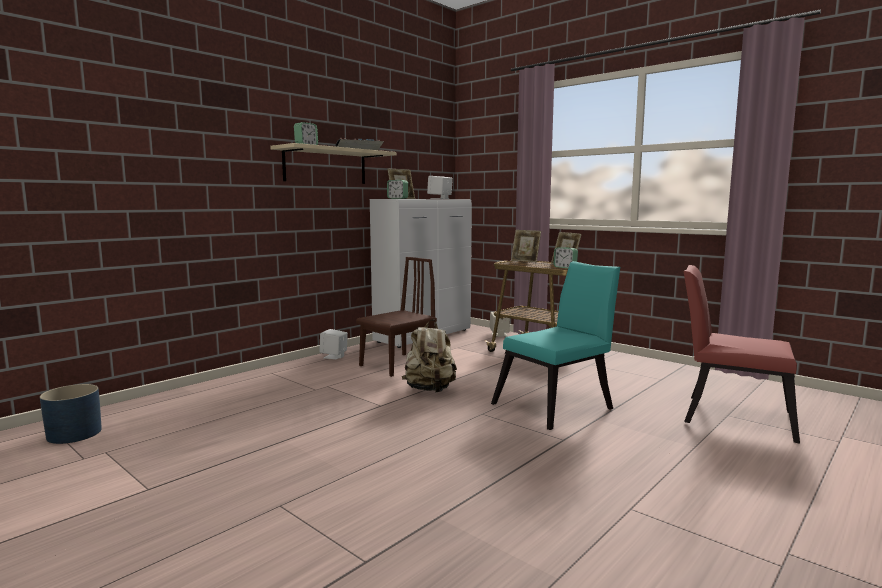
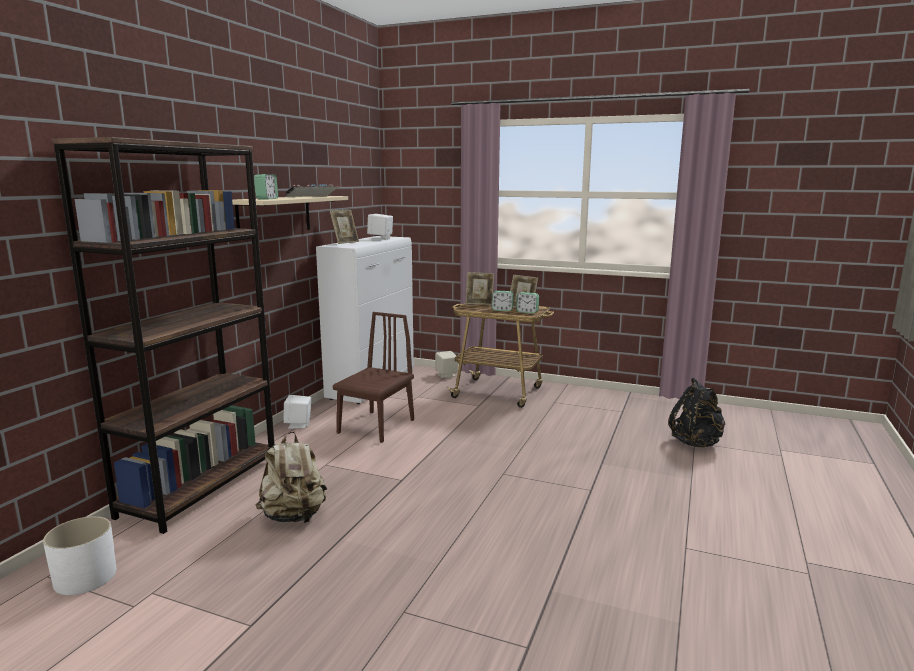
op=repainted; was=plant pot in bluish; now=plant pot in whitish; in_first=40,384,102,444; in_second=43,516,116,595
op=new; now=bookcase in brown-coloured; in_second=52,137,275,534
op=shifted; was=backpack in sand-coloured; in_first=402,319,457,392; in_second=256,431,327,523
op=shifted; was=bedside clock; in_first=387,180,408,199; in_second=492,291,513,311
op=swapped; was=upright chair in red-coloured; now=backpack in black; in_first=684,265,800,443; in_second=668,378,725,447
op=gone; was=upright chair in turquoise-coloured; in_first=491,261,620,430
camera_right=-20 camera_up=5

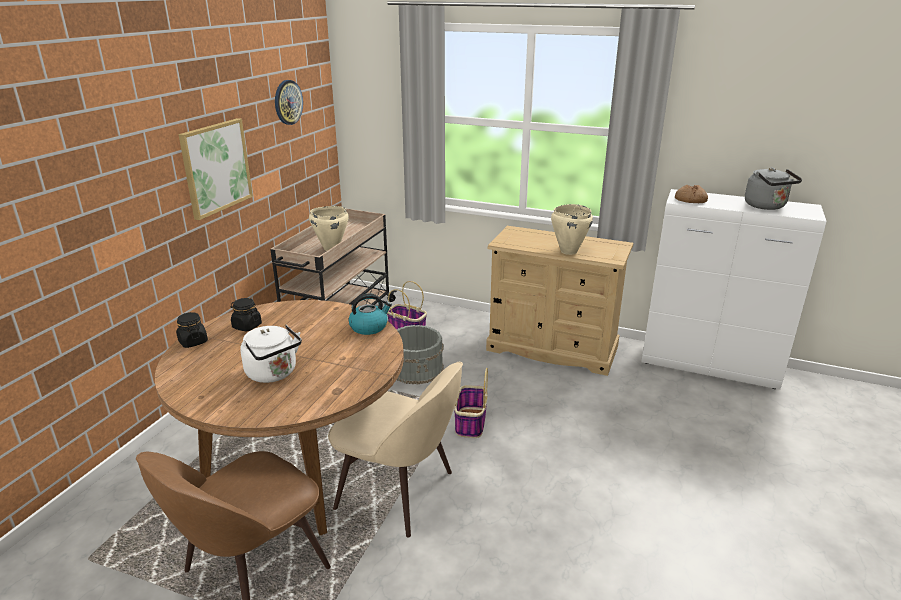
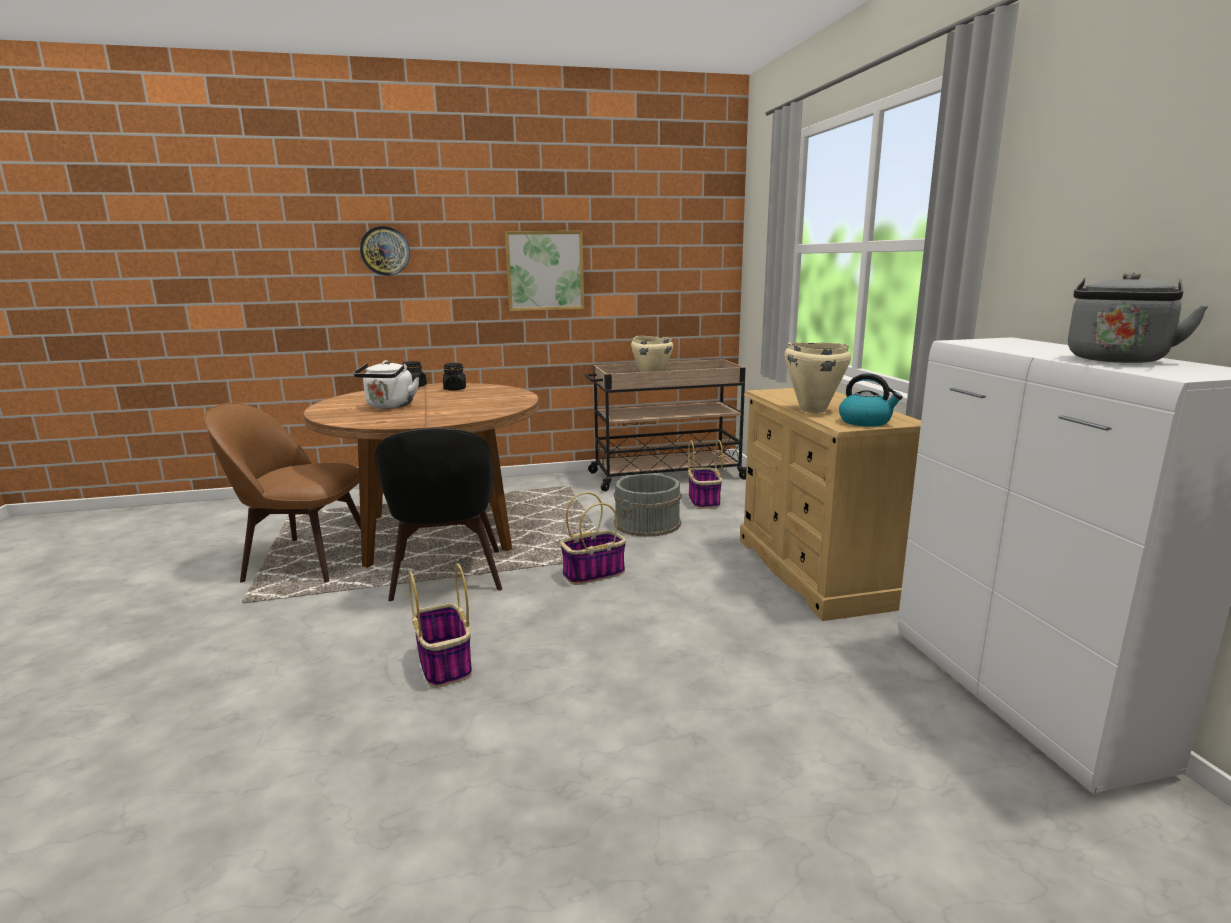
op=shifted; was=wall clock; in_first=275,80,303,125; in_second=360,226,410,276
op=repainted; was=upright chair in sand-coloured; now=upright chair in black; in_first=328,362,463,538; in_second=375,428,502,601
op=new; now=storage basket; in_second=408,563,472,688
op=shifted; was=water kettle; in_first=349,293,392,335; in_second=839,374,903,427
op=gone; was=bakery bread; in_first=675,185,708,203
camera_right=55 camera_up=-10

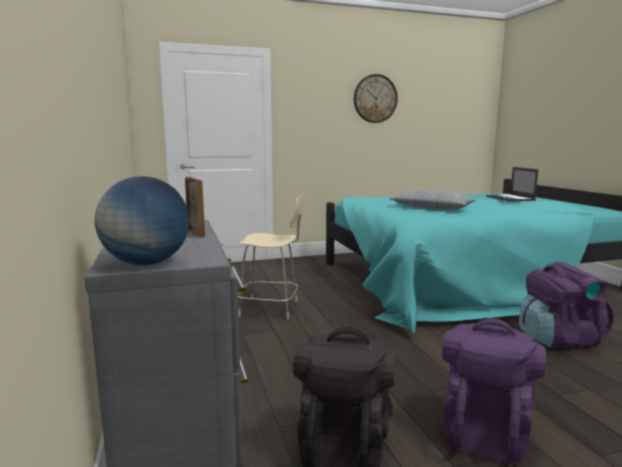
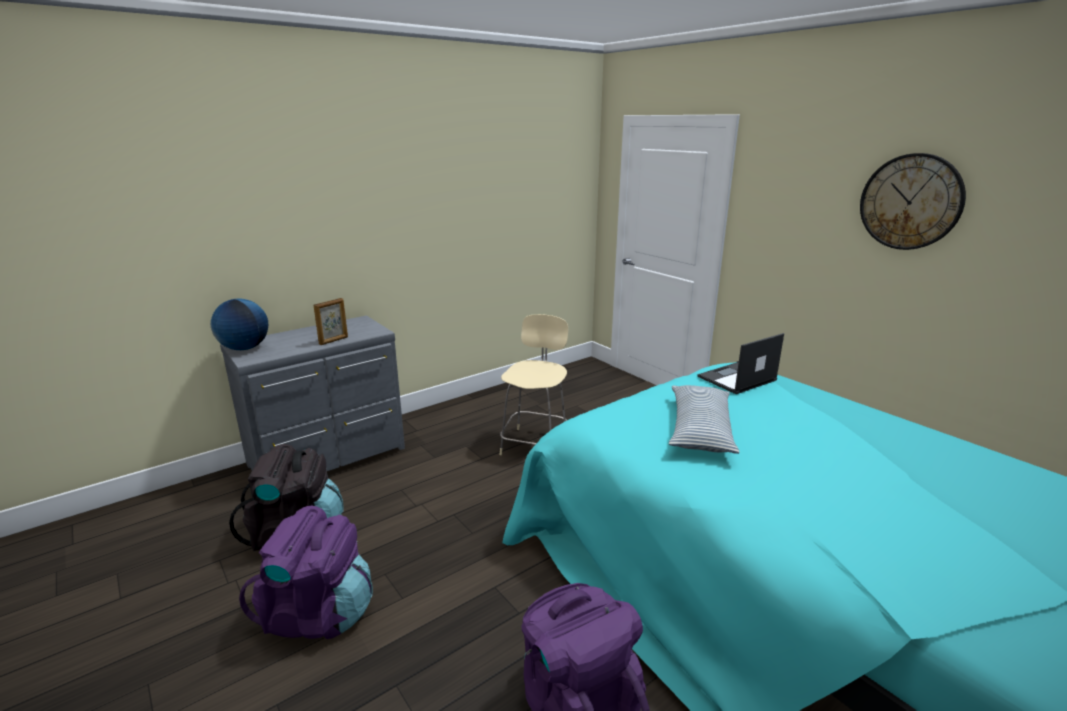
op=rotated; was=upright chair in sand-coloured; in_first=238,194,304,320; in_second=500,314,568,455; clockwise=-150
op=shifted; was=laptop; in_first=486,167,538,202; in_second=698,333,784,394
camera_right=70 camera_up=10

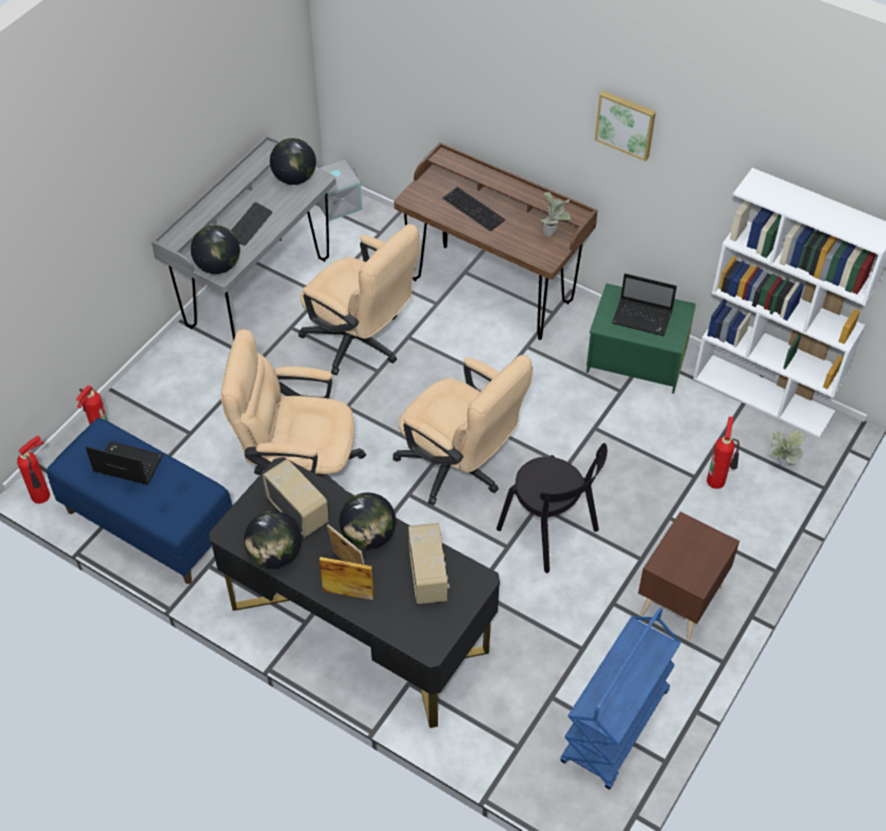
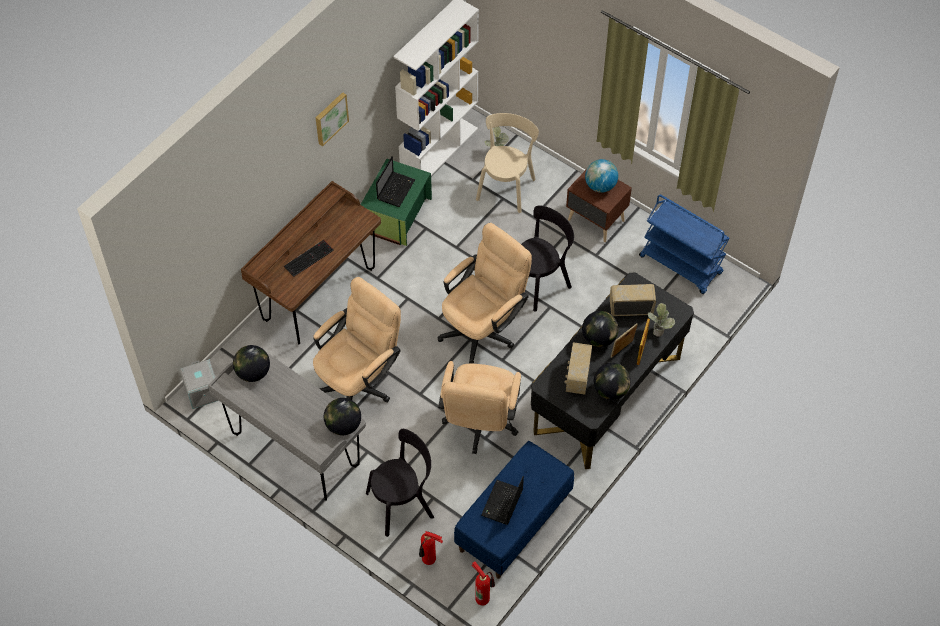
op=new; now=upright chair in black; in_second=366,429,434,537
op=swapped; was=fire extinguisher; now=upright chair in sand-coloured; in_first=707,416,739,489; in_second=476,113,539,213
op=rotated; was=radio set; in_first=262,459,329,537; in_second=565,342,592,395; clockwise=-45
op=new; now=globe; in_second=585,159,618,193
op=shifted; was=plant in a pot; in_first=541,192,571,236; in_second=648,303,676,337
op=gone; was=PC keyboard; in_first=231,202,273,246
camera_right=-85 camera_up=5

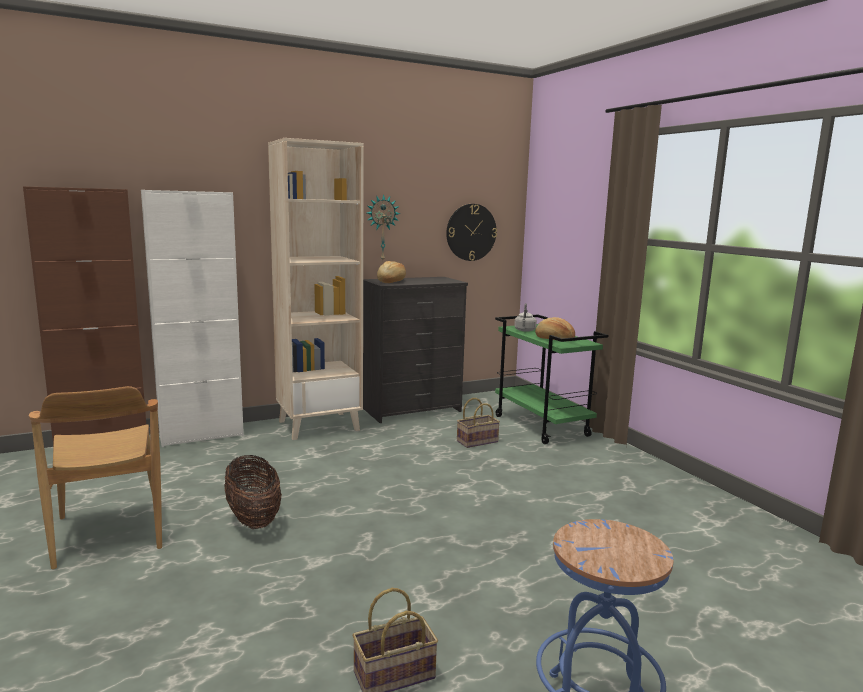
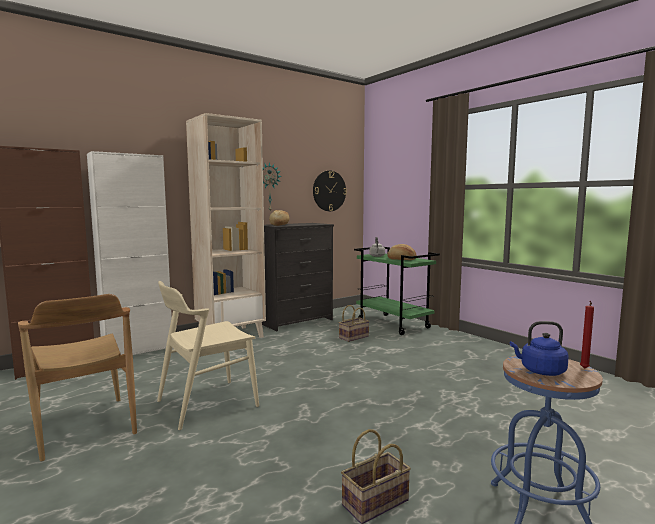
op=swapped; was=storage basket; now=upright chair in sand-coloured; in_first=224,455,282,529; in_second=157,281,259,430
op=new; now=water kettle in bluish; in_second=510,321,569,376
op=new; now=candle in red-coloured; in_second=580,301,594,369
camera_right=-10 camera_up=-5

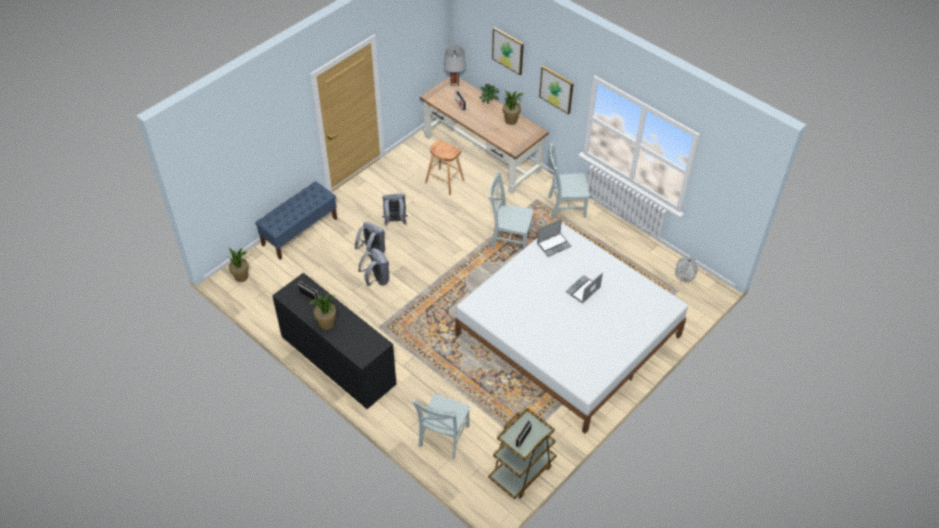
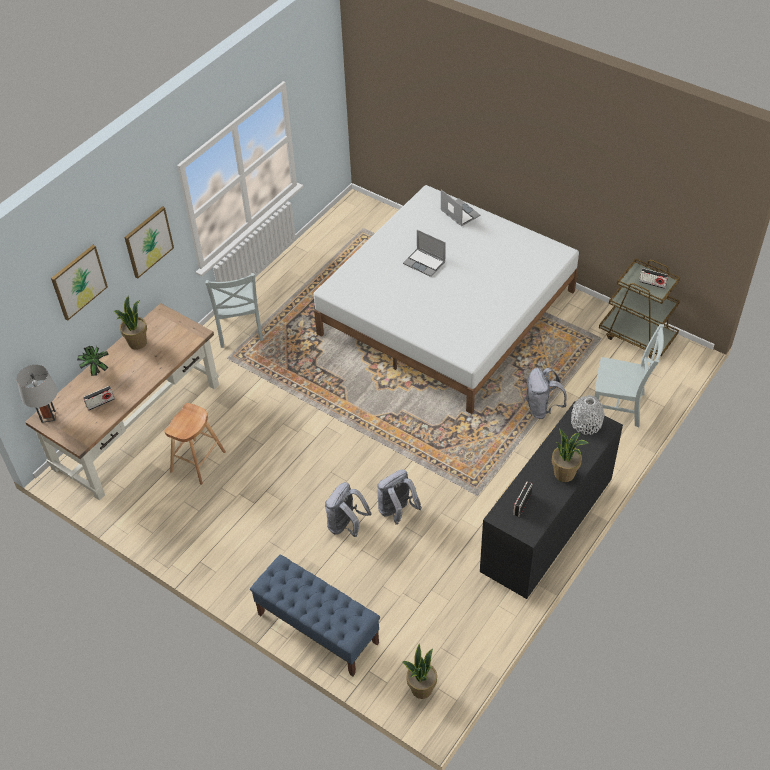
op=shifted; was=laptop; in_first=537,219,571,257; in_second=440,190,480,226
op=shifted; was=backpack in grey; in_first=382,193,408,226; in_second=526,368,567,419
op=shifted; was=vase in grey; in_first=675,256,698,283; in_second=571,395,604,435
op=gone; was=upright chair in grey; in_first=489,171,534,249
camera_right=-95 camera_up=0

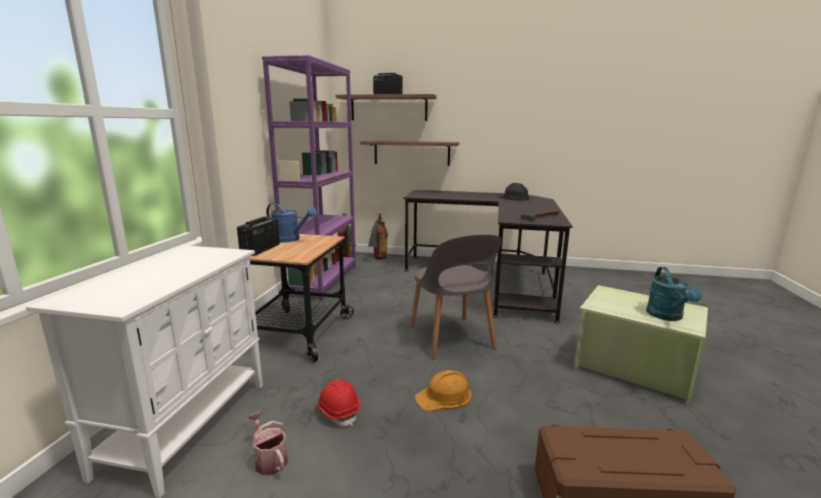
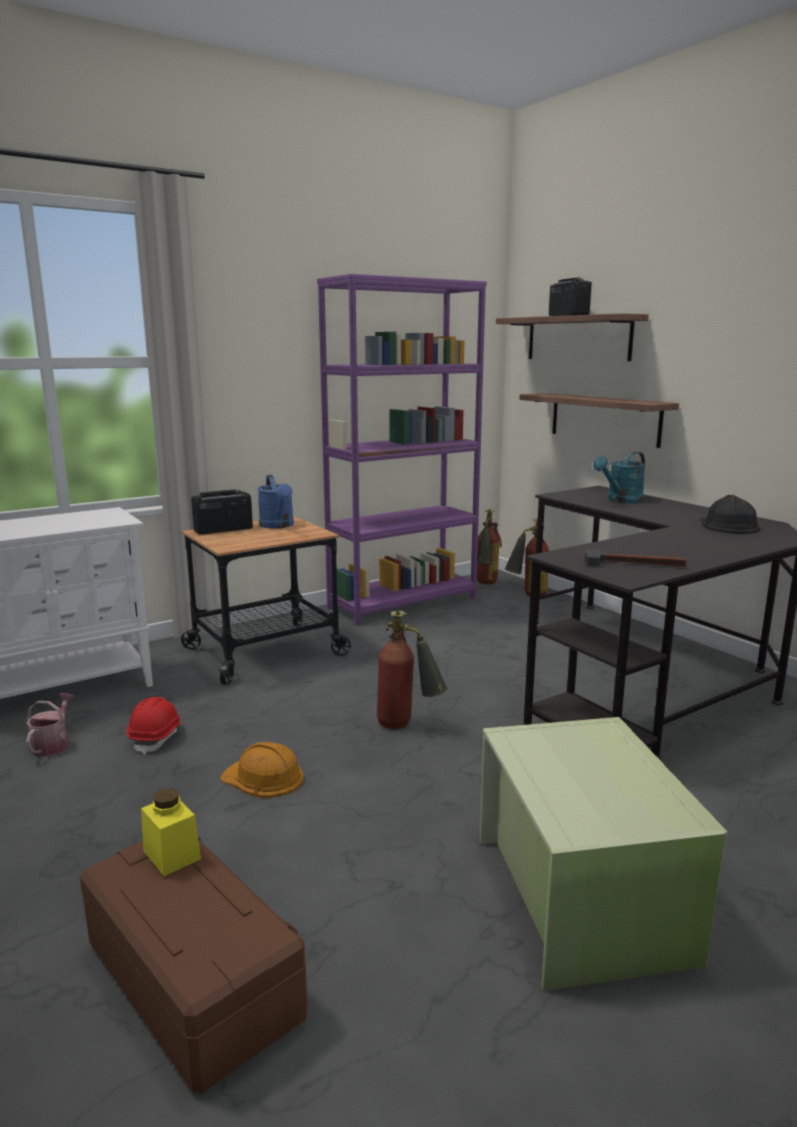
op=new; now=preserve jar in yellowish; in_second=141,788,201,876
op=swapped; was=upright chair in grey; now=fire extinguisher; in_first=410,234,502,359; in_second=377,611,447,729
op=shifted; was=watering pot in turquoise-coloured; in_first=646,267,702,321; in_second=593,452,646,503
camera_right=45 camera_up=0

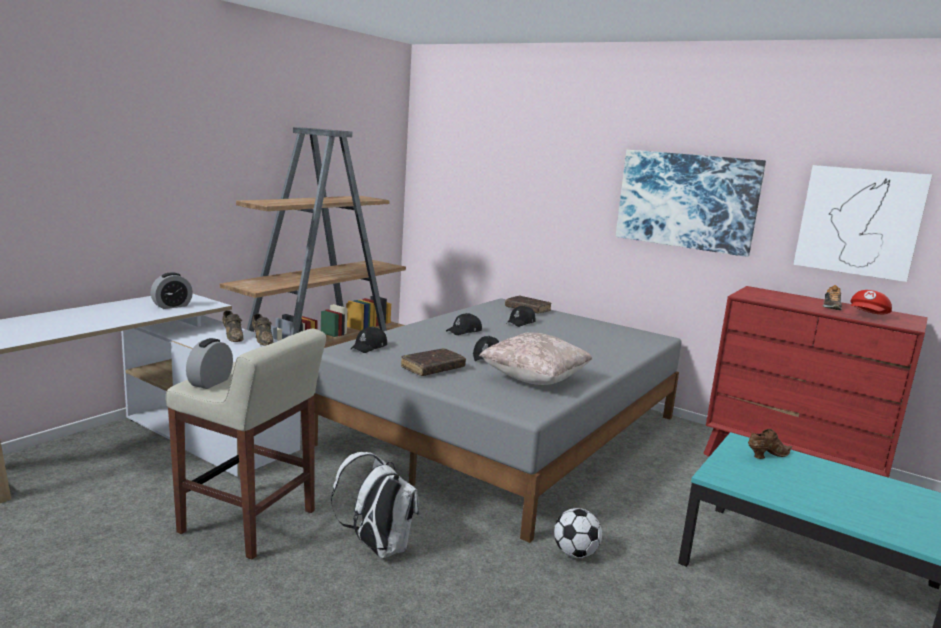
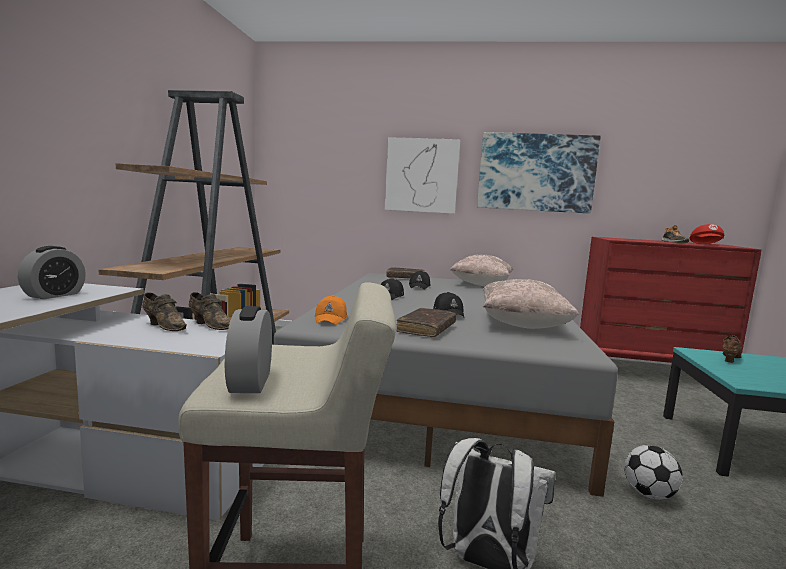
op=repainted; was=baseball cap in black; now=baseball cap in orange-coloured; in_first=350,327,387,353; in_second=315,295,347,325
op=shifted; was=wall picture; in_first=793,165,933,282; in_second=385,137,461,214
op=new; now=pillow in sand-coloured; in_second=450,255,513,286
camera_right=-25 camera_up=-5

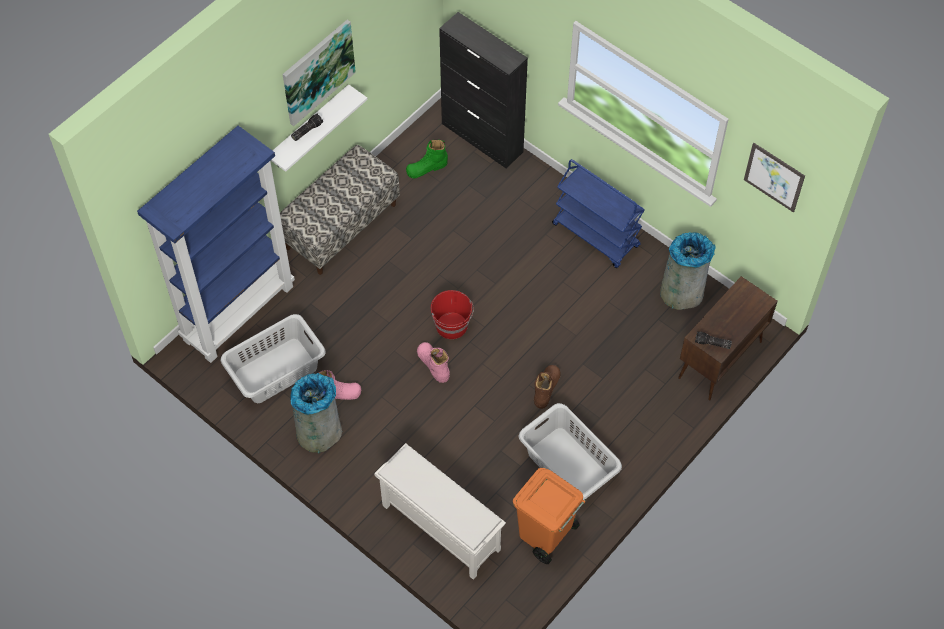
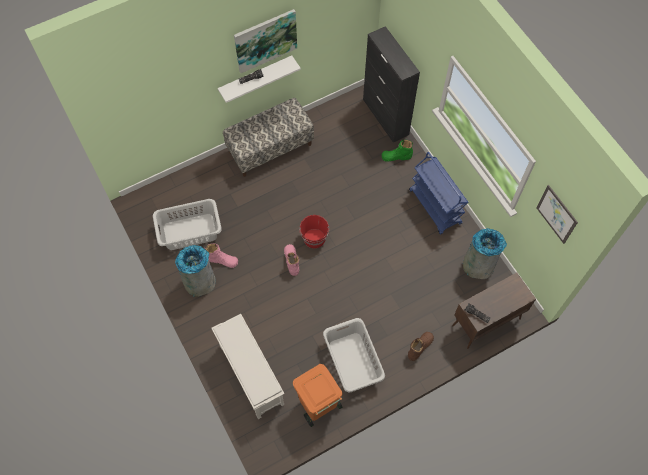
op=shifted; was=high-top boot in greenish; in_first=406,140,448,178; in_second=382,139,413,162
op=shifted; was=high-top boot in brown-coloured; in_first=534,365,561,409; in_second=408,332,434,361
op=gone; was=bookcase in bluish; in_first=137,126,295,363
camera_right=20 camera_up=5

